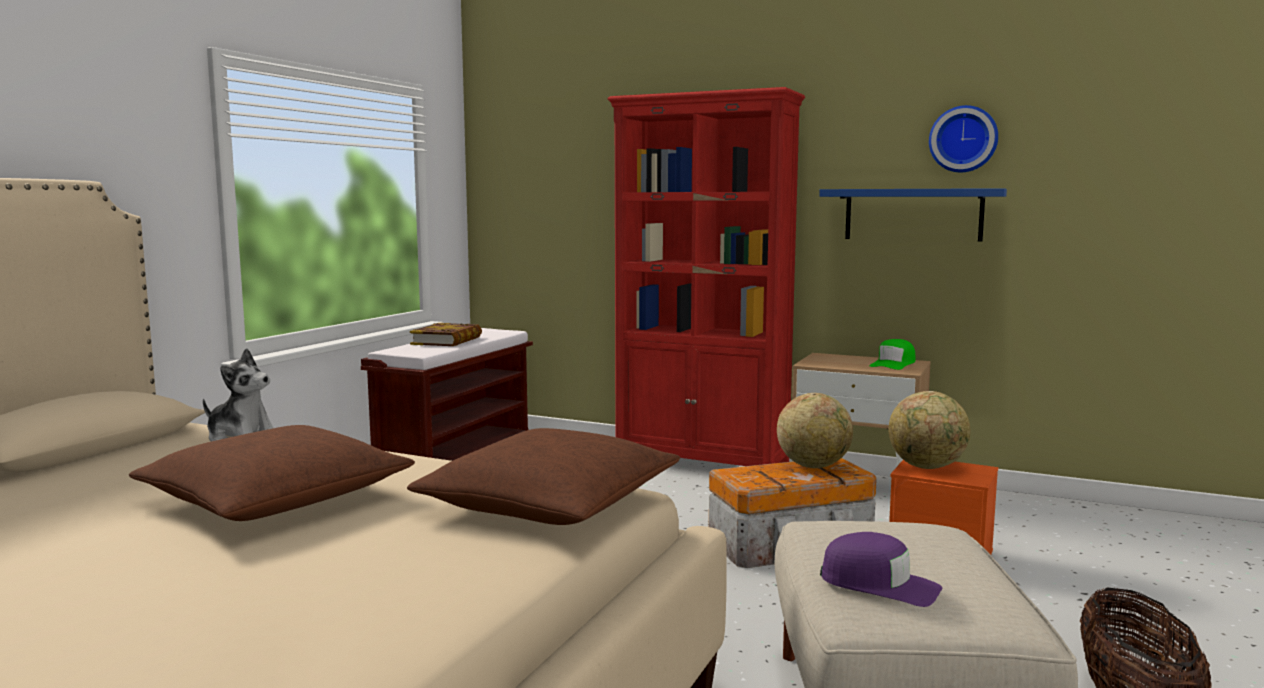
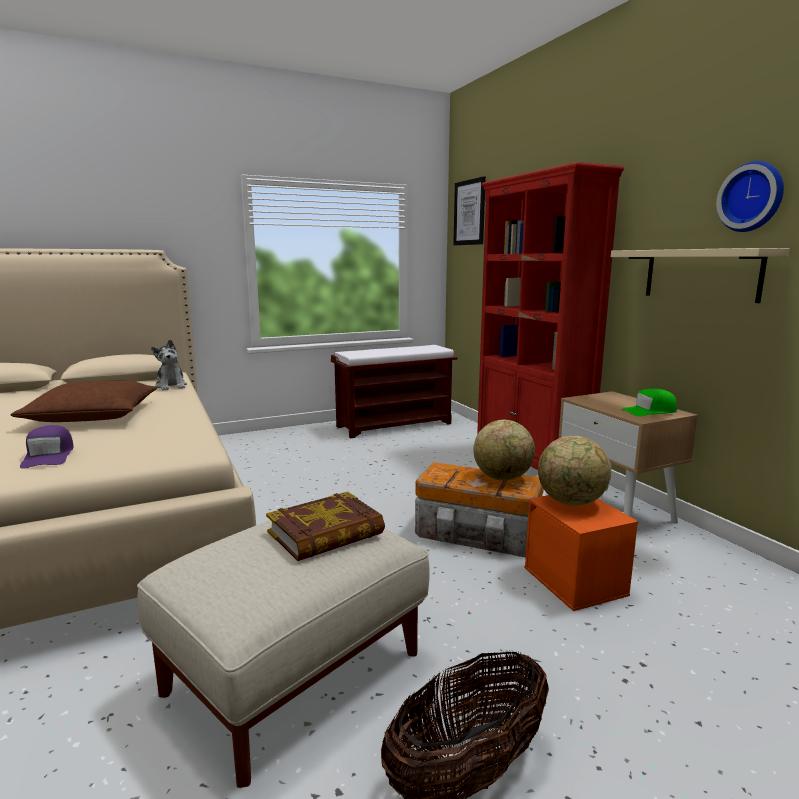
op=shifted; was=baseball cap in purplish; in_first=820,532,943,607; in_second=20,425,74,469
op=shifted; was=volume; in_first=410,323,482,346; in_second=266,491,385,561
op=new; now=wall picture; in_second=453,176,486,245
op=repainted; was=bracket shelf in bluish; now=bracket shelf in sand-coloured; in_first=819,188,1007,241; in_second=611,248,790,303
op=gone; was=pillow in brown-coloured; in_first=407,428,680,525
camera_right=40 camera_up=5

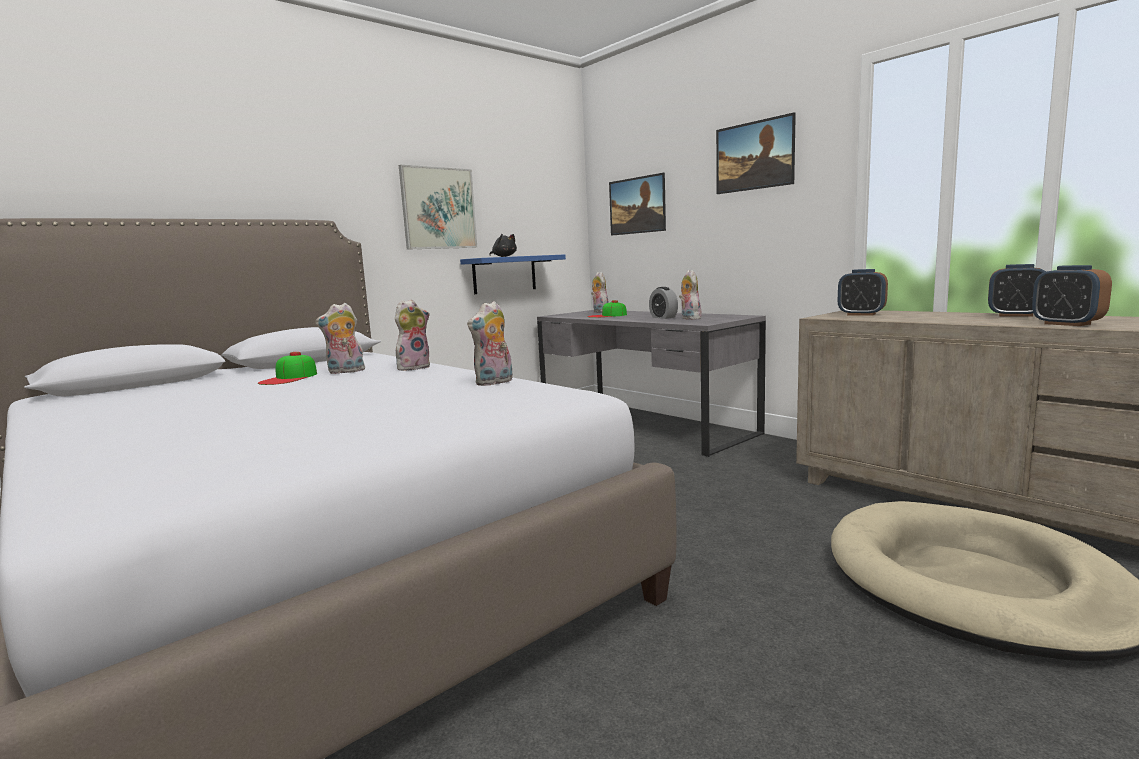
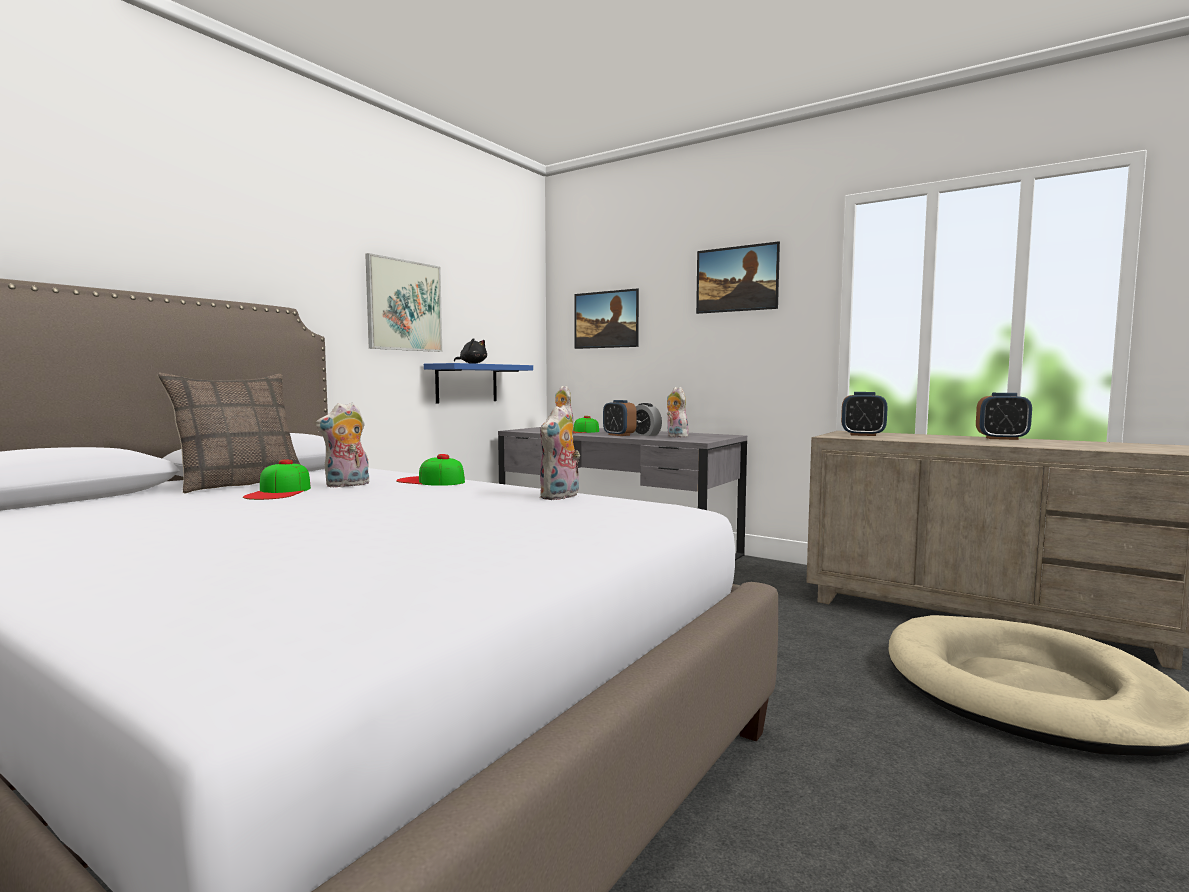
op=new; now=pillow; in_second=158,373,301,494
op=swapped; was=cuddly toy; now=baseball cap; in_first=395,300,430,371; in_second=396,454,465,486
op=shifted; was=bedside clock; in_first=1032,265,1112,326; in_second=603,400,637,436
camera_right=-15 camera_up=-5

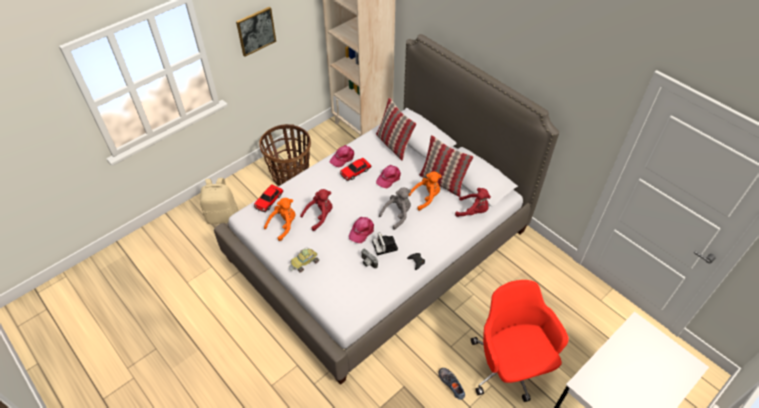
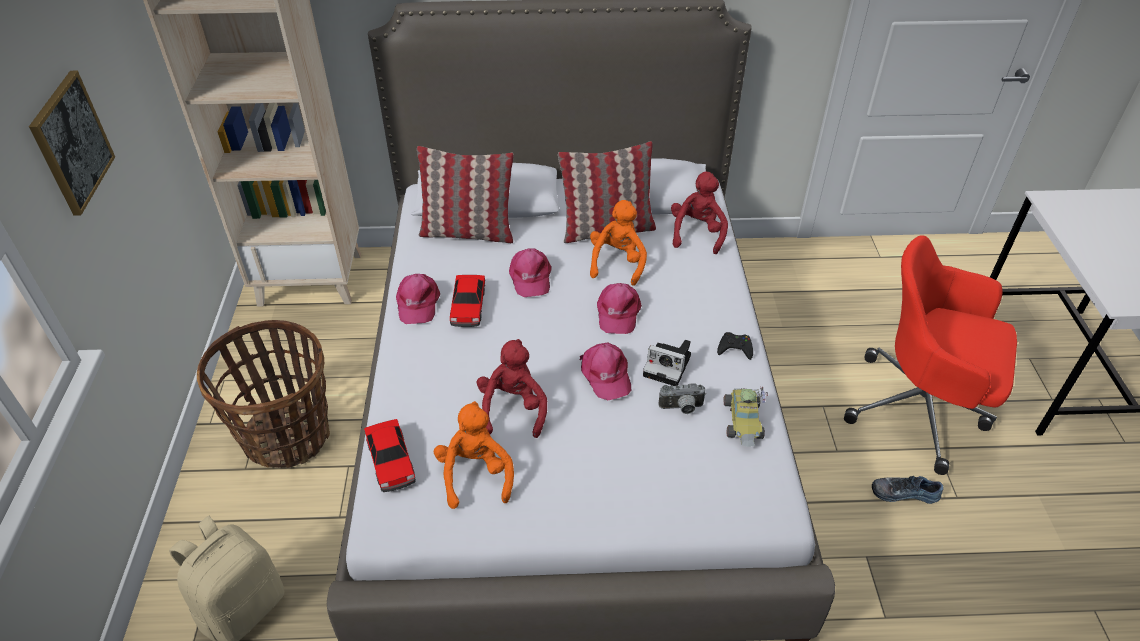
op=swapped; was=cuddly toy in grey; now=baseball cap in pink; in_first=379,187,411,230; in_second=597,283,642,334
op=rotated; was=cuddly toy in red-coloured; in_first=455,188,491,217; in_second=671,172,728,254; clockwise=-45
op=shifted; was=miniature car; in_first=289,247,319,273; in_second=724,387,768,447
camera_right=-50 camera_up=-5

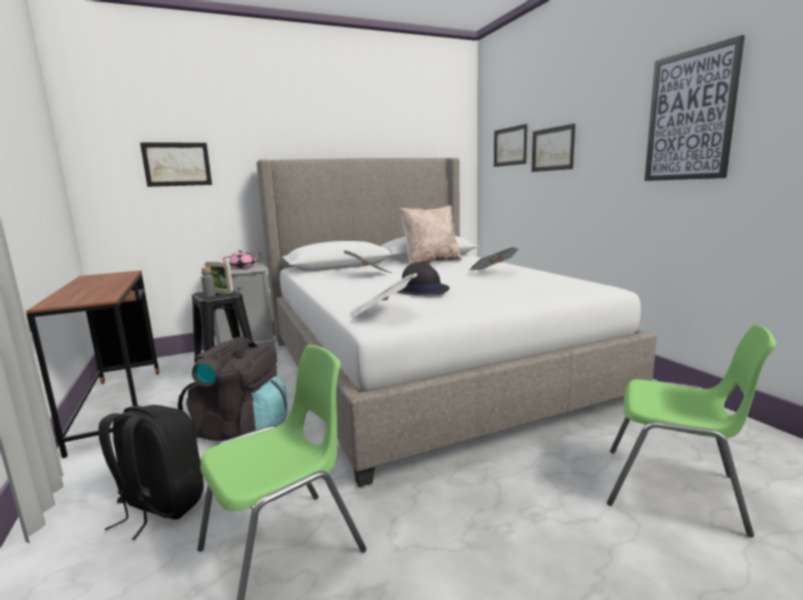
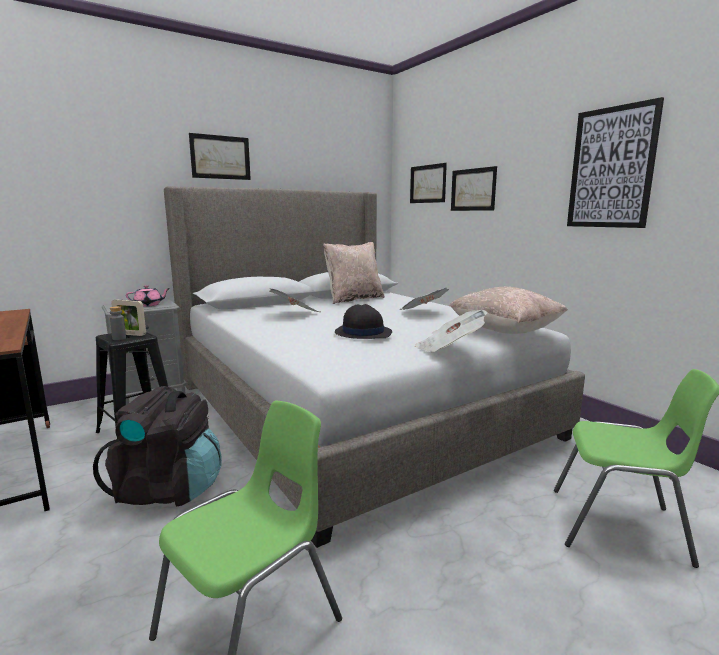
op=shifted; was=wall picture; in_first=140,142,212,187; in_second=189,133,251,180
op=shifted; was=printed paper; in_first=351,273,417,317; in_second=415,310,488,352
op=new; now=pillow in sand-coloured; in_second=449,287,568,334
op=gone; was=backpack in black; in_first=98,405,204,540
camera_right=-10 camera_up=0

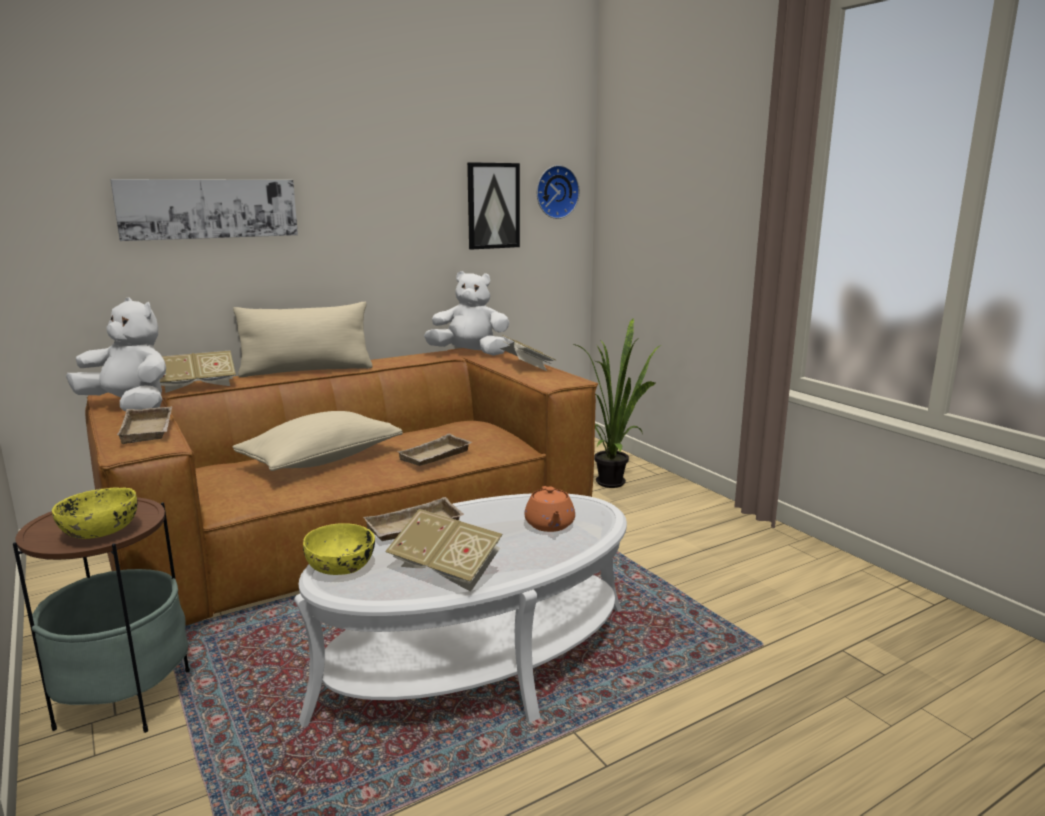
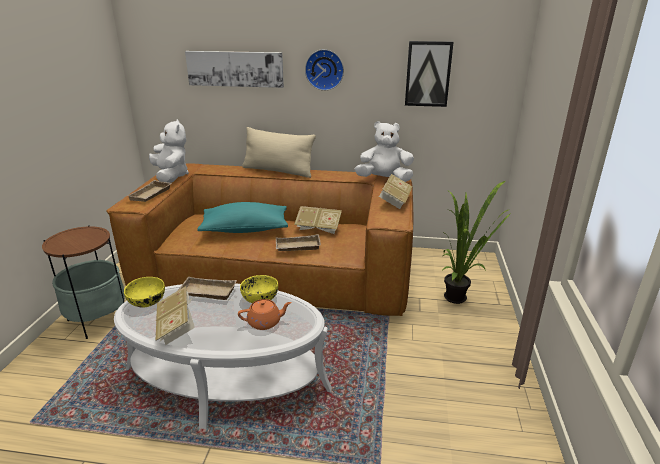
op=repainted; was=pillow in sand-coloured; now=pillow in turquoise-coloured; in_first=233,411,403,471; in_second=197,202,288,233
op=rotated; was=tea pot in orange-coloured; in_first=524,486,575,532; in_second=238,299,292,330; clockwise=-135
op=shifted; was=serving bowl in yellowish; in_first=52,487,138,539; in_second=240,275,278,303
op=shifted; was=volume; in_first=160,351,236,393; in_second=294,206,342,234
op=shifted; was=wall clock; in_first=537,165,580,219; in_second=305,49,344,91
op=rotated; was=cuddly toy in whitish; in_first=424,271,510,356; in_second=355,121,414,182; clockwise=-45
camera_right=40 camera_up=10

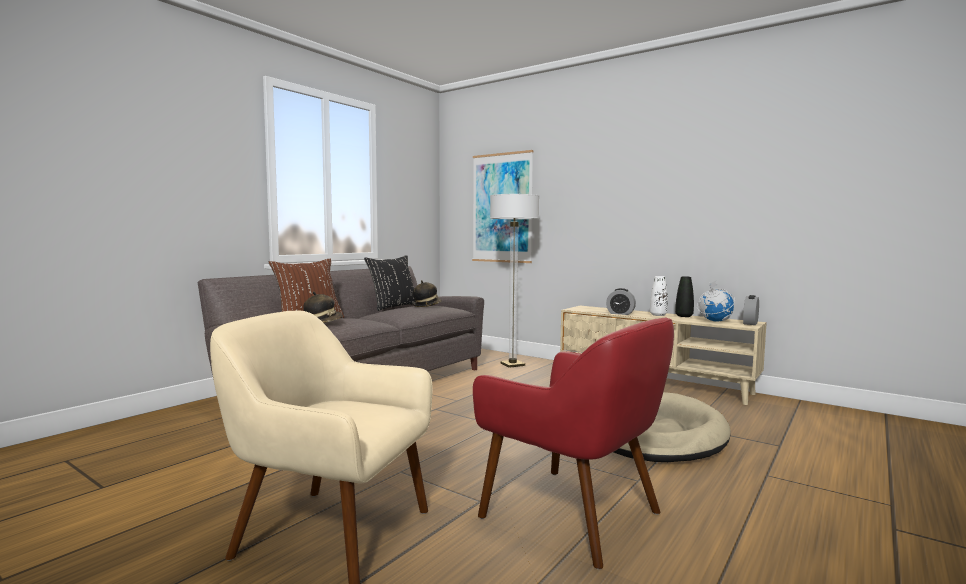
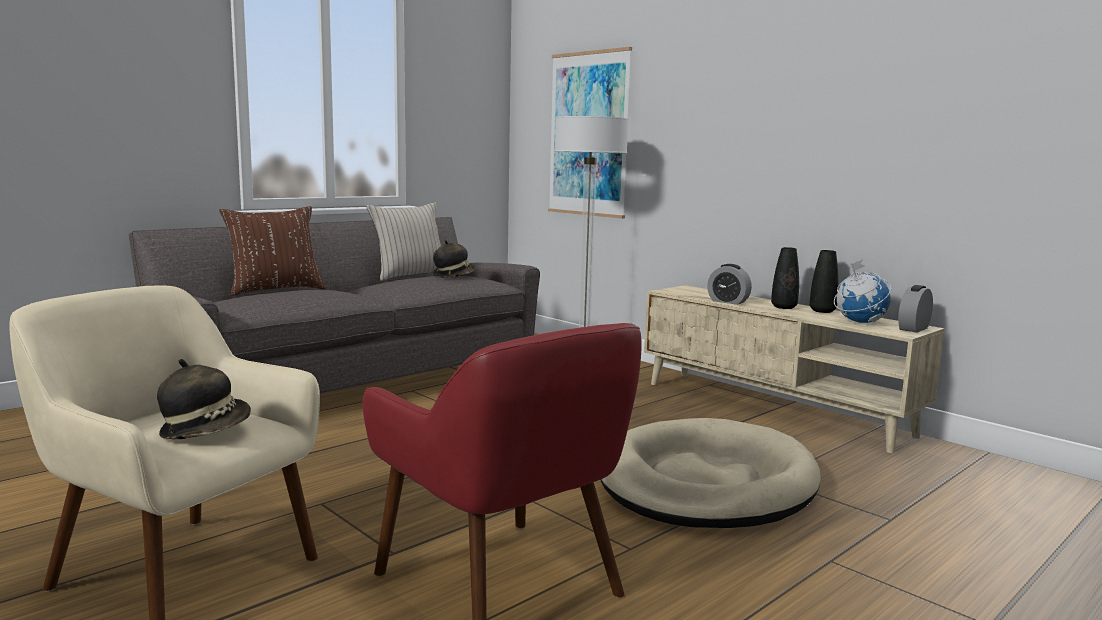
op=shifted; was=wearable hat; in_first=303,291,343,323; in_second=157,359,251,440
op=repainted; was=pillow in black; now=pillow in sand-coloured; in_first=364,255,415,311; in_second=366,202,441,281
op=repainted; was=vase in whitish; now=vase in black; in_first=650,276,668,316; in_second=771,247,799,309
camera_right=10 camera_up=5

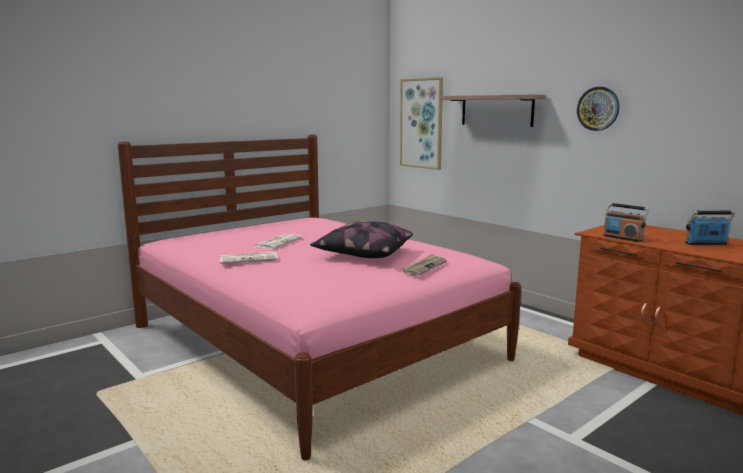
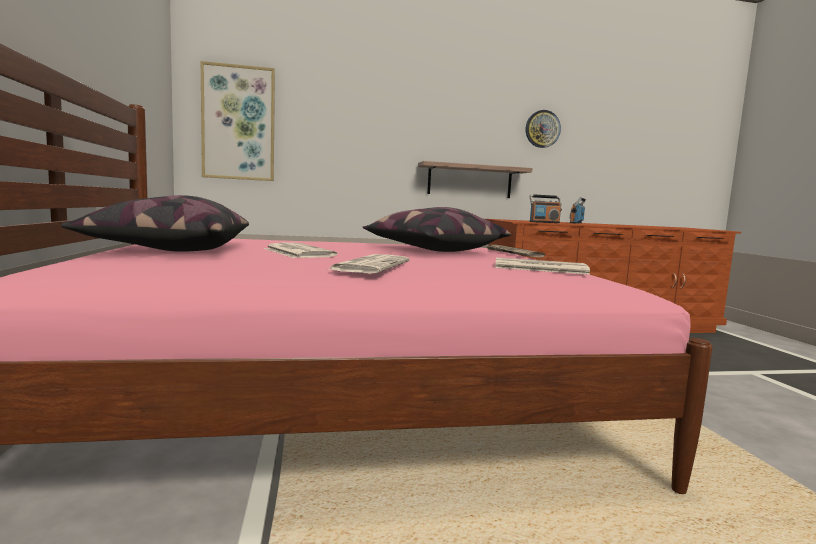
op=new; now=pillow; in_second=61,195,249,252
op=shifted; was=bracket shelf; in_first=440,94,545,127; in_second=418,161,532,198
op=new; now=printed paper; in_second=495,257,590,275
op=shifted; was=wall clock; in_first=577,87,620,131; in_second=526,110,561,148
camera_right=-60 camera_up=-5

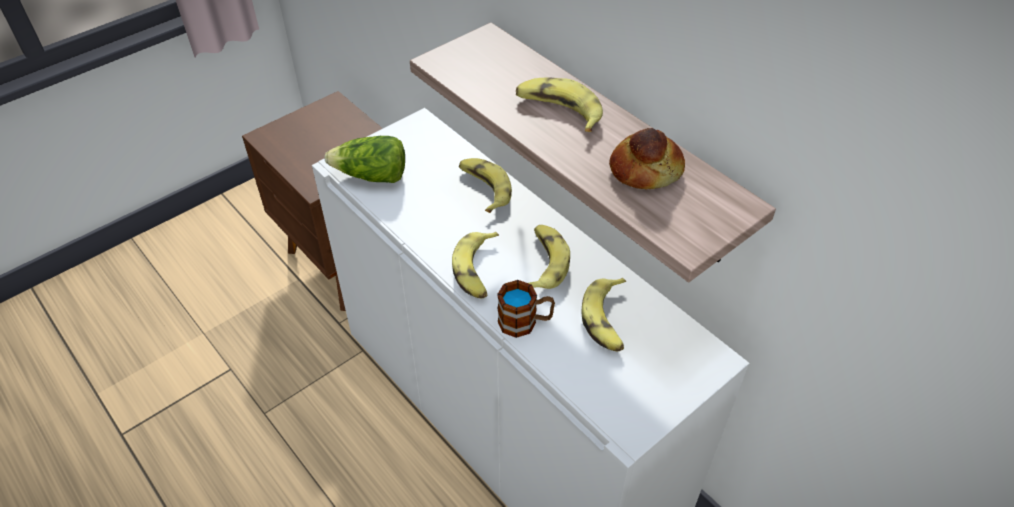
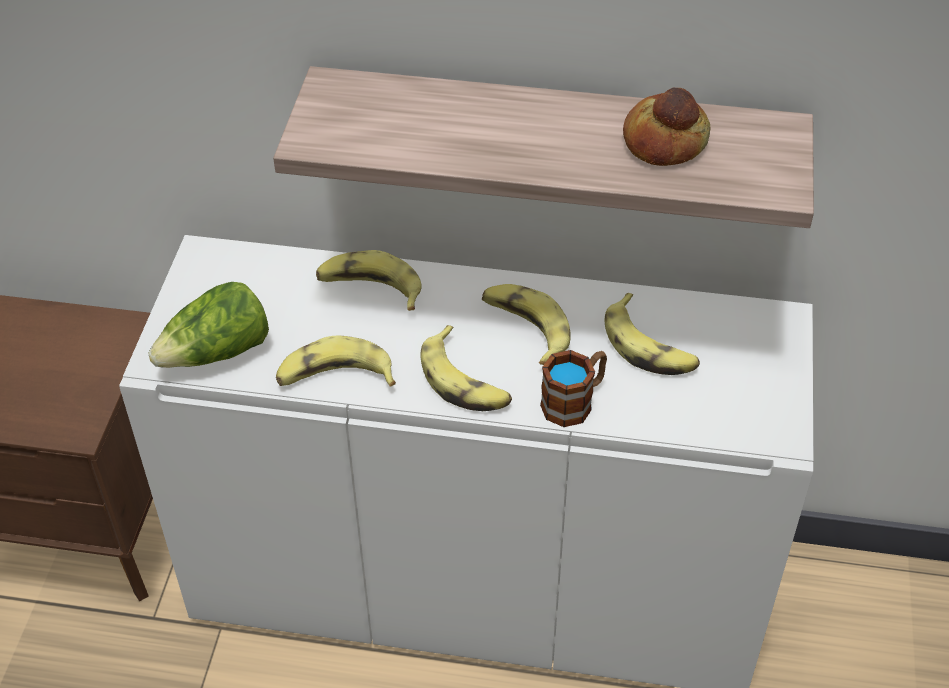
op=shifted; was=banana; in_first=516,77,603,132; in_second=276,336,396,387
camera_right=-40 camera_up=0

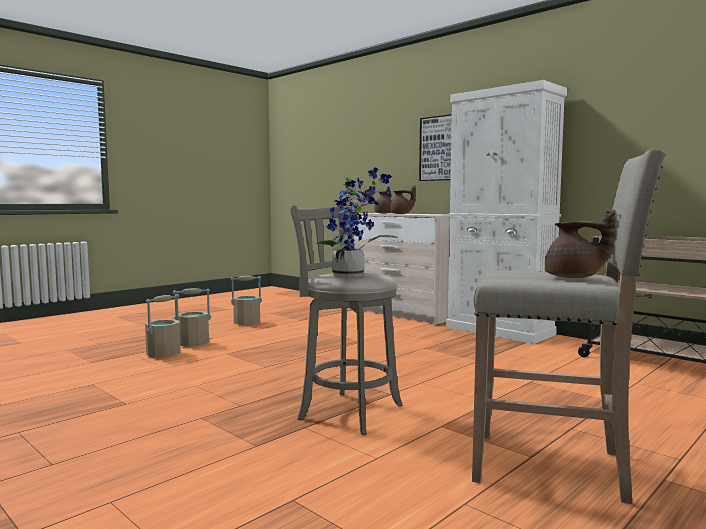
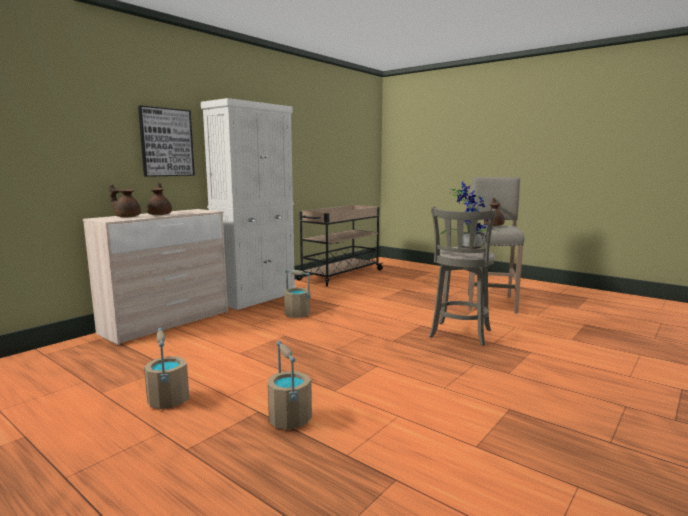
op=shifted; was=water bucket in sand-coloured; in_first=145,294,181,358; in_second=284,270,310,318
camera_right=-95 camera_up=5

